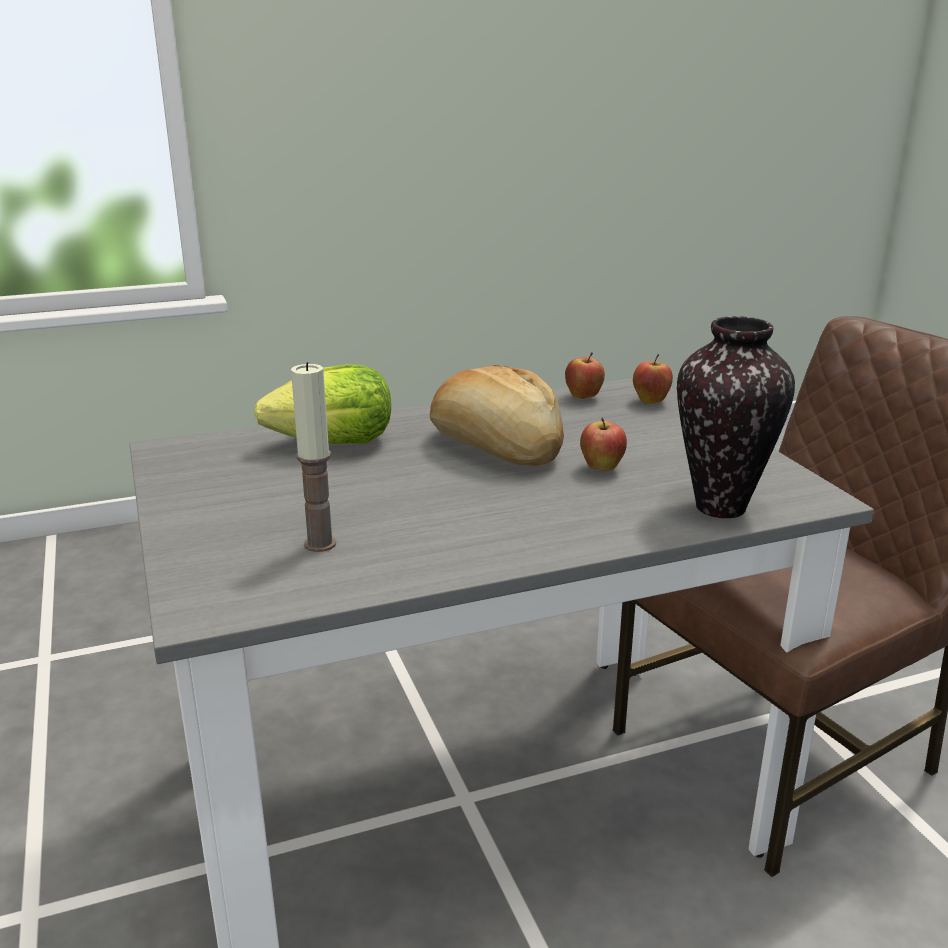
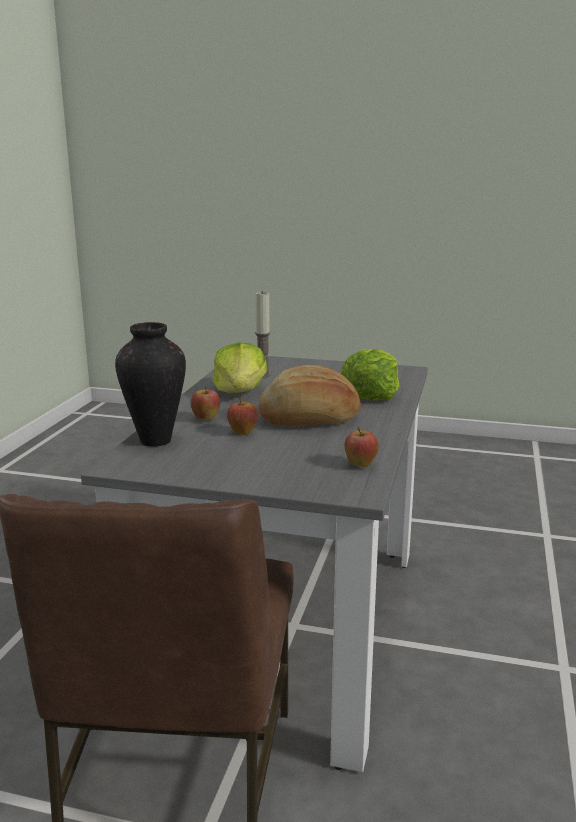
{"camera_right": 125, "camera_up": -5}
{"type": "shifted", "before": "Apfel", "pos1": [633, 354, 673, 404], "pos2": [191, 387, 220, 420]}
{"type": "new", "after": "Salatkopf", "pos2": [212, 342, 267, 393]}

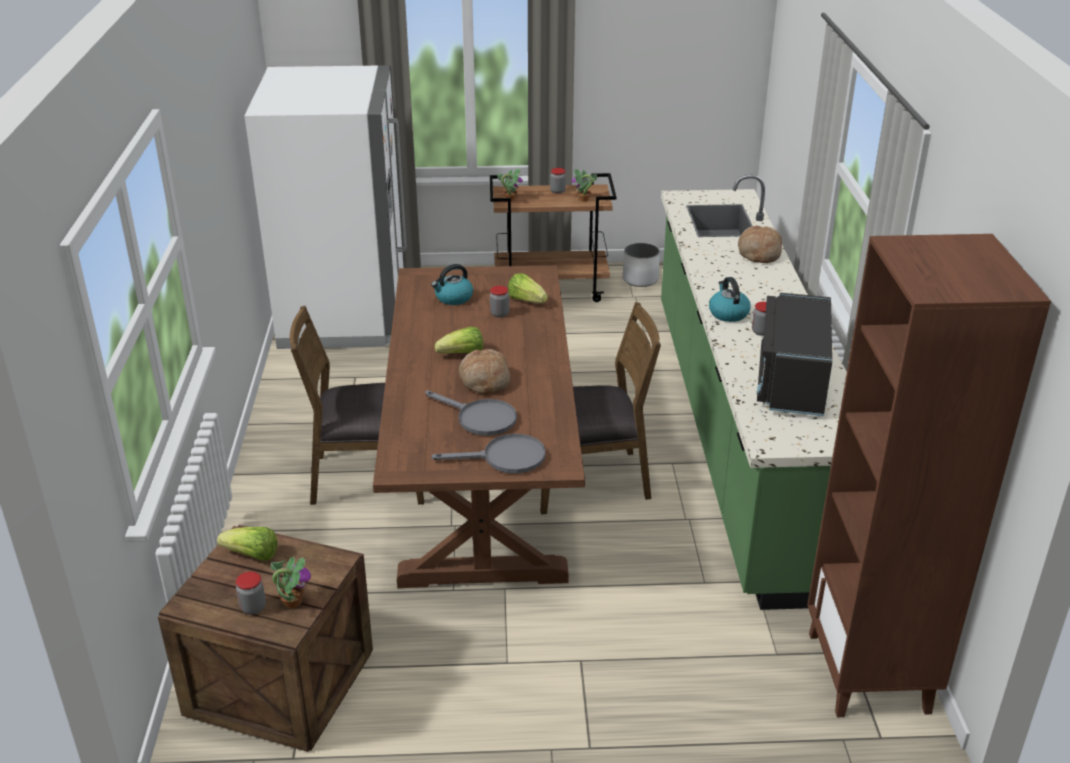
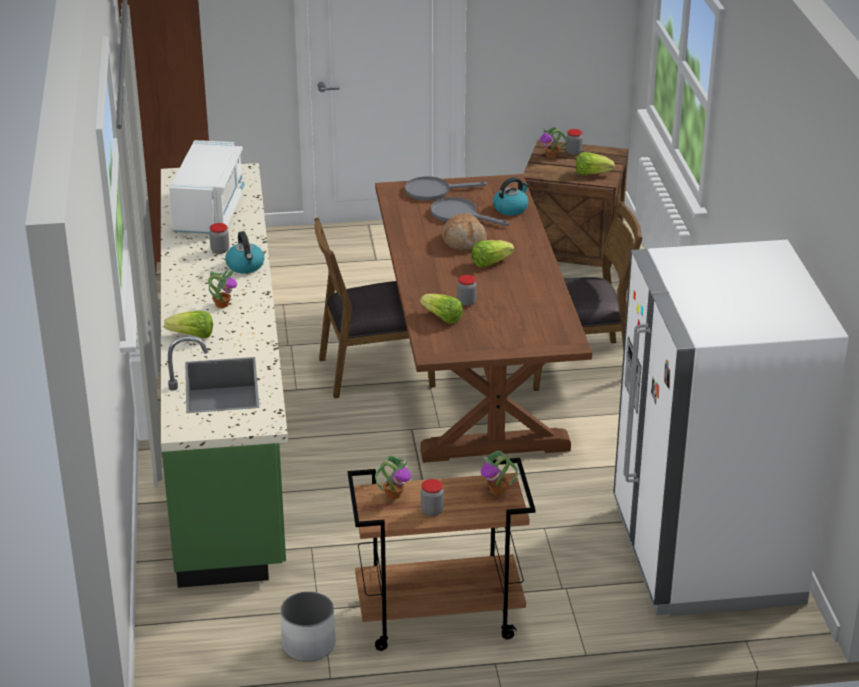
{"camera_right": 175, "camera_up": 0}
{"type": "swapped", "before": "Brot", "after": "Salatkopf", "pos1": [738, 225, 782, 263], "pos2": [164, 311, 213, 338]}
{"type": "repainted", "before": "Mikrowelle [schwarz]", "after": "Mikrowelle [weiß]", "pos1": [756, 293, 832, 416], "pos2": [169, 140, 245, 234]}
{"type": "new", "after": "Topfpflanze", "pos2": [208, 269, 237, 308]}
{"type": "shifted", "before": "Wasserkessel", "pos1": [431, 264, 473, 305], "pos2": [493, 177, 529, 215]}

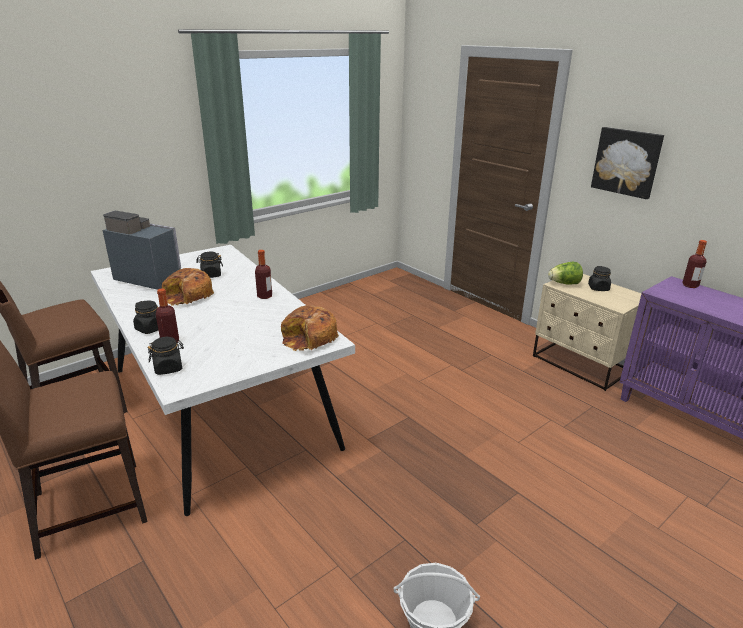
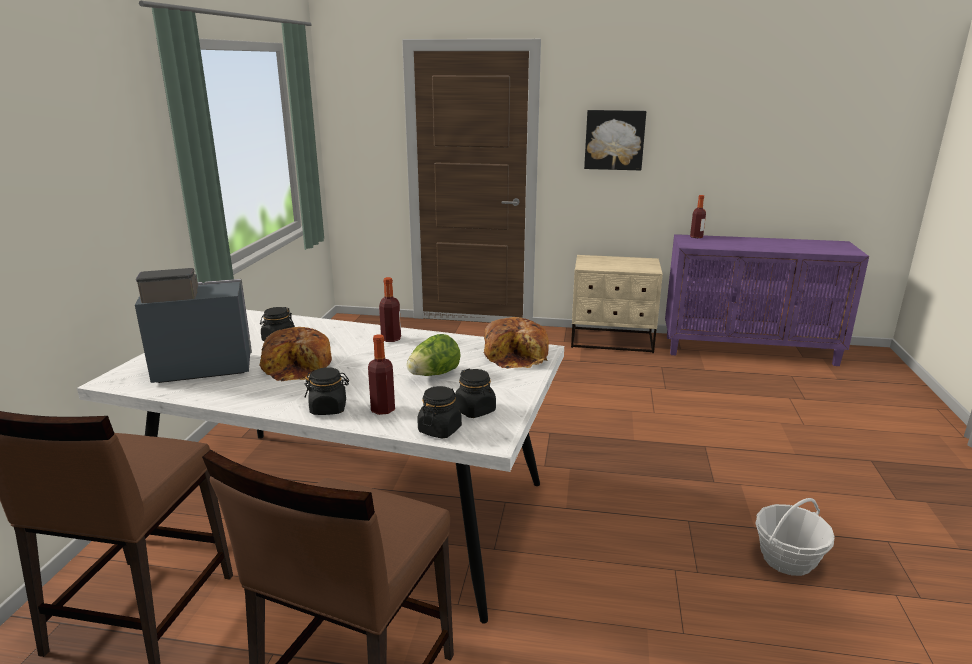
{"camera_right": -40, "camera_up": -5}
{"type": "shifted", "before": "Salatkopf", "pos1": [548, 262, 583, 285], "pos2": [407, 334, 461, 376]}
{"type": "shifted", "before": "Vorratsglas [schwarz]", "pos1": [588, 266, 611, 291], "pos2": [455, 369, 496, 418]}

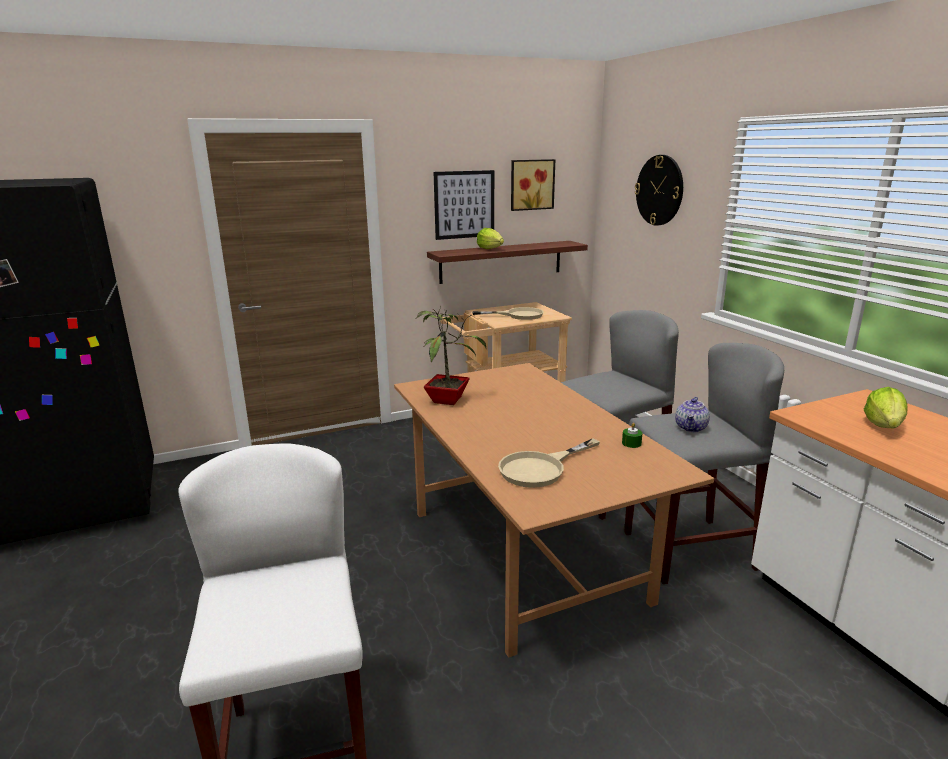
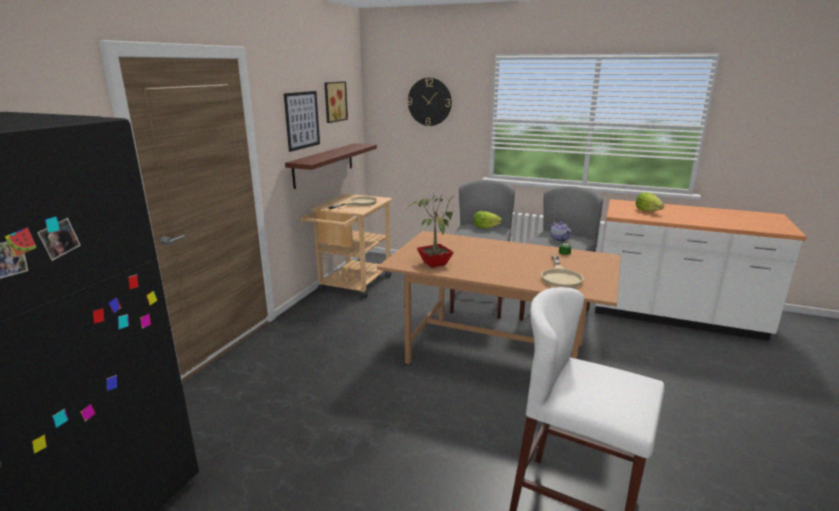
{"camera_right": -45, "camera_up": 0}
{"type": "shifted", "before": "Salatkopf", "pos1": [477, 228, 504, 249], "pos2": [473, 211, 502, 229]}

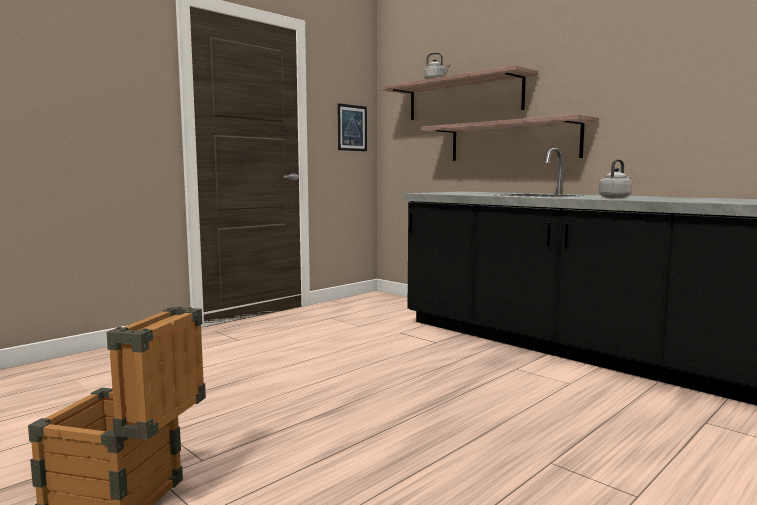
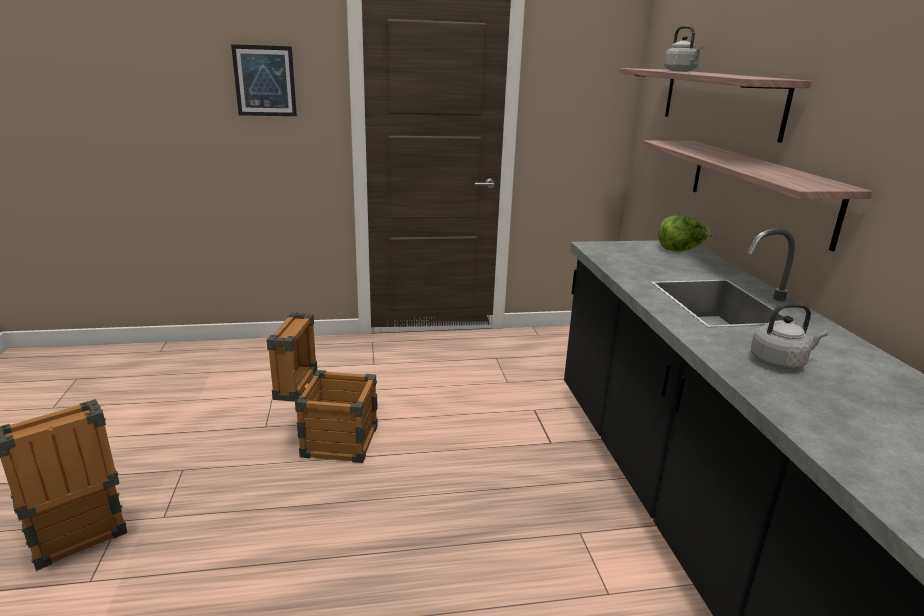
{"camera_right": 35, "camera_up": 15}
{"type": "shifted", "before": "Bild", "pos1": [337, 103, 367, 151], "pos2": [231, 44, 297, 116]}
{"type": "new", "after": "Kiste", "pos2": [267, 312, 378, 463]}
{"type": "new", "after": "Salatkopf", "pos2": [658, 215, 713, 252]}

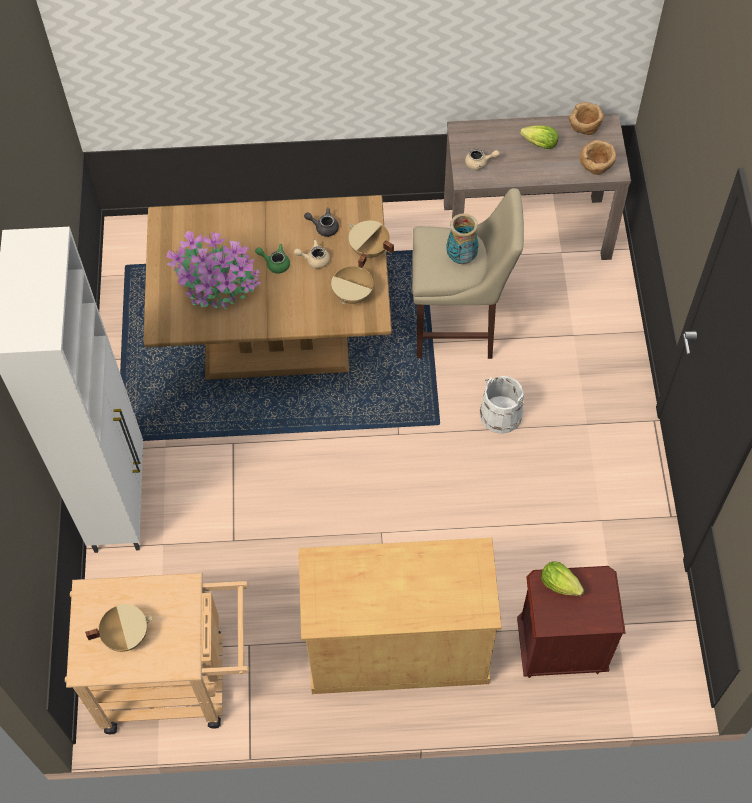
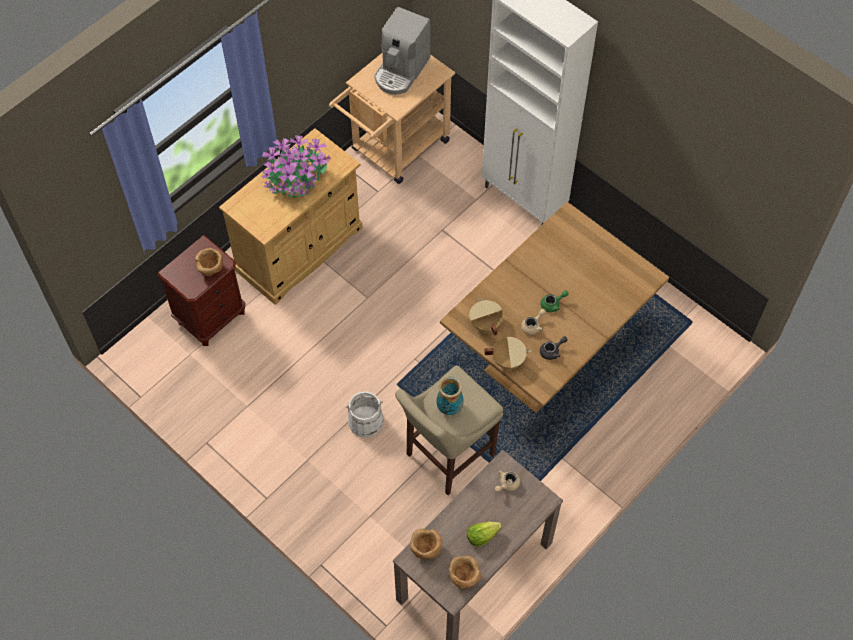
{"camera_right": 135, "camera_up": 0}
{"type": "swapped", "before": "Salatkopf", "after": "Schüssel [braun]", "pos1": [541, 561, 584, 596], "pos2": [195, 248, 223, 276]}
{"type": "shifted", "before": "Topfpflanze", "pos1": [166, 231, 261, 309], "pos2": [261, 133, 331, 198]}
{"type": "swapped", "before": "Kochtopf [beige]", "after": "Kaffeemaschine", "pos1": [85, 604, 153, 652], "pos2": [374, 7, 431, 95]}

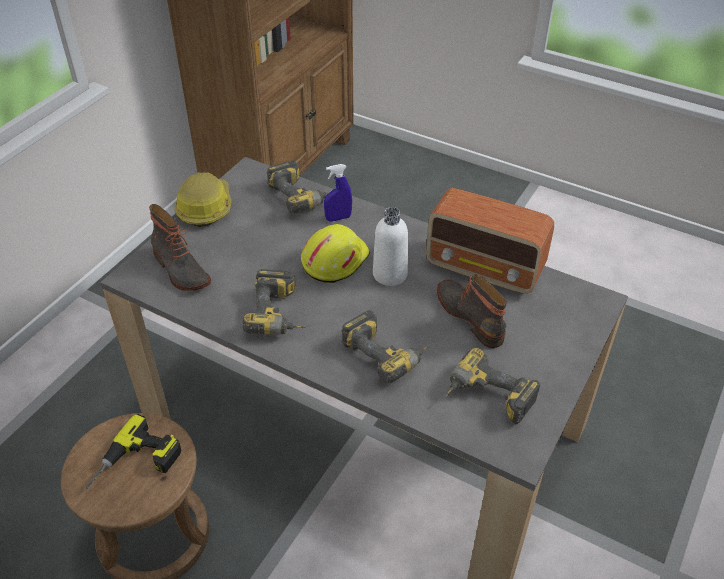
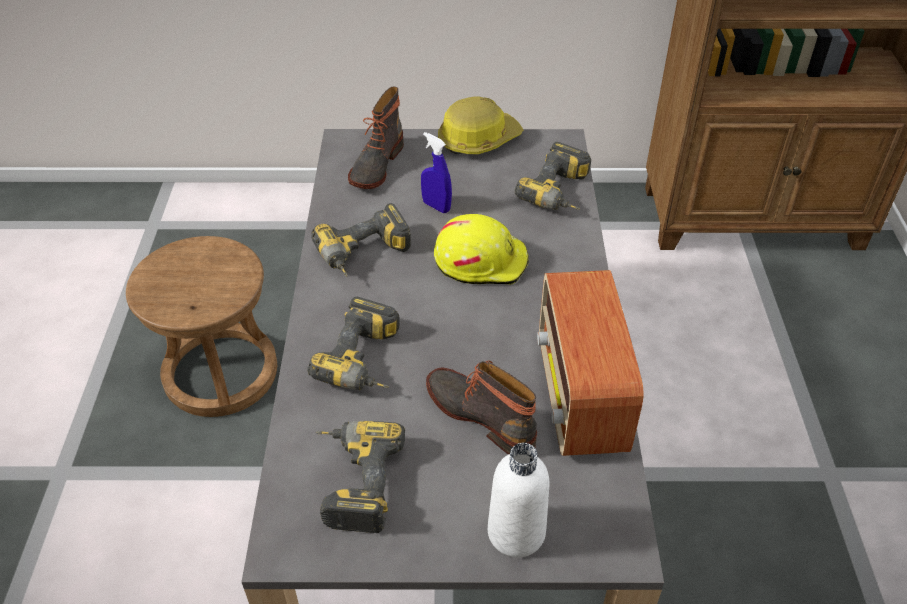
{"camera_right": 60, "camera_up": 0}
{"type": "shifted", "before": "Sprühflasche [blau]", "pos1": [324, 164, 352, 222], "pos2": [421, 132, 452, 213]}
{"type": "rotated", "before": "Stiefel", "pos1": [437, 275, 507, 348], "pos2": [426, 360, 537, 455], "turn": -75}
{"type": "shifted", "before": "Flasche [weiß]", "pos1": [373, 207, 408, 286], "pos2": [488, 443, 550, 558]}
{"type": "gone", "before": "Bohrmaschine", "pos1": [85, 414, 181, 489]}

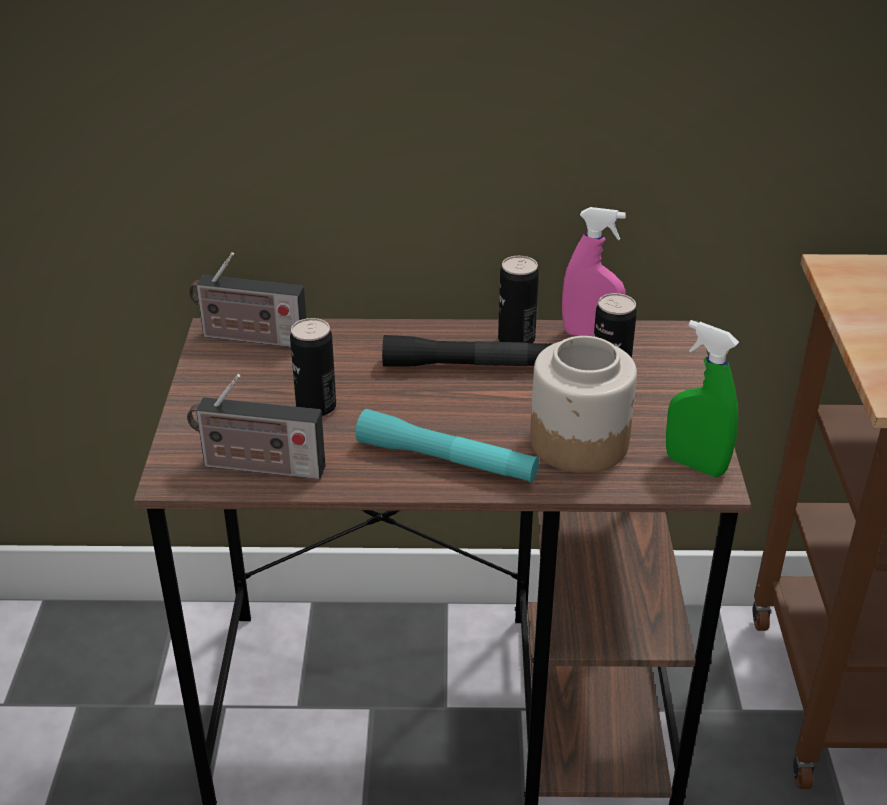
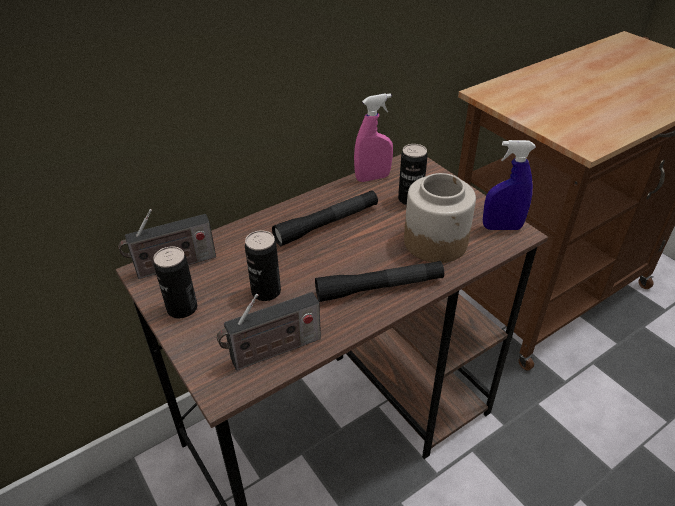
{"camera_right": -35, "camera_up": 5}
{"type": "shifted", "before": "Dose", "pos1": [498, 256, 539, 343], "pos2": [153, 246, 198, 318]}
{"type": "repainted", "before": "Taschenlampe [türkis]", "after": "Taschenlampe [schwarz]", "pos1": [355, 409, 539, 483], "pos2": [315, 261, 444, 302]}
{"type": "repainted", "before": "Sprühflasche [grün]", "after": "Sprühflasche [blau]", "pos1": [666, 320, 739, 477], "pos2": [483, 140, 536, 230]}

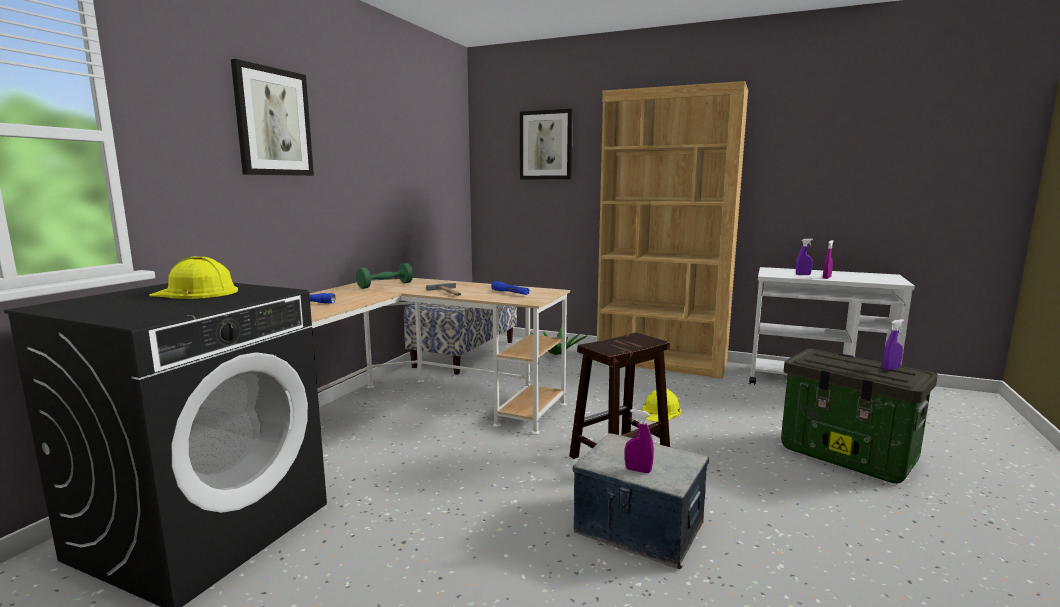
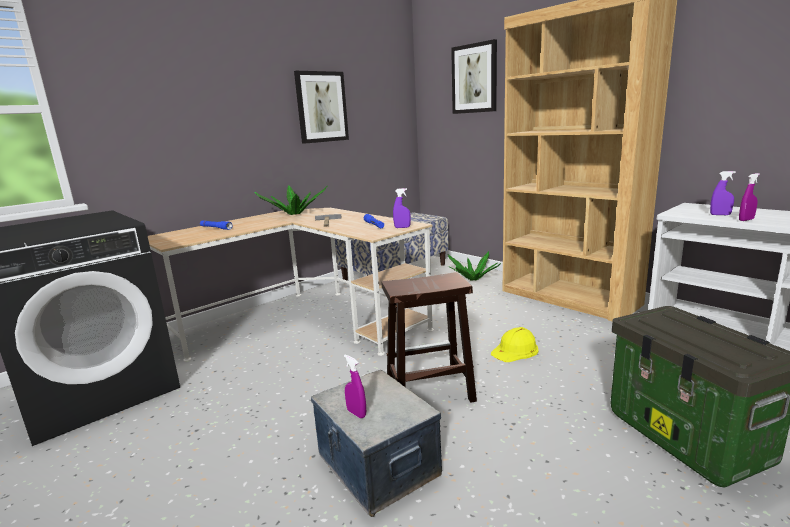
{"camera_right": 25, "camera_up": 5}
{"type": "swapped", "before": "Hantel [grün]", "after": "Topfpflanze", "pos1": [356, 263, 413, 289], "pos2": [255, 186, 327, 215]}
{"type": "shifted", "before": "Bild", "pos1": [231, 59, 314, 176], "pos2": [294, 71, 349, 144]}
{"type": "shifted", "before": "Sprühflasche [lila]", "pos1": [882, 319, 905, 370], "pos2": [393, 188, 411, 228]}
{"type": "gone", "before": "Schutzhelm [gelb]", "pos1": [149, 257, 238, 299]}

